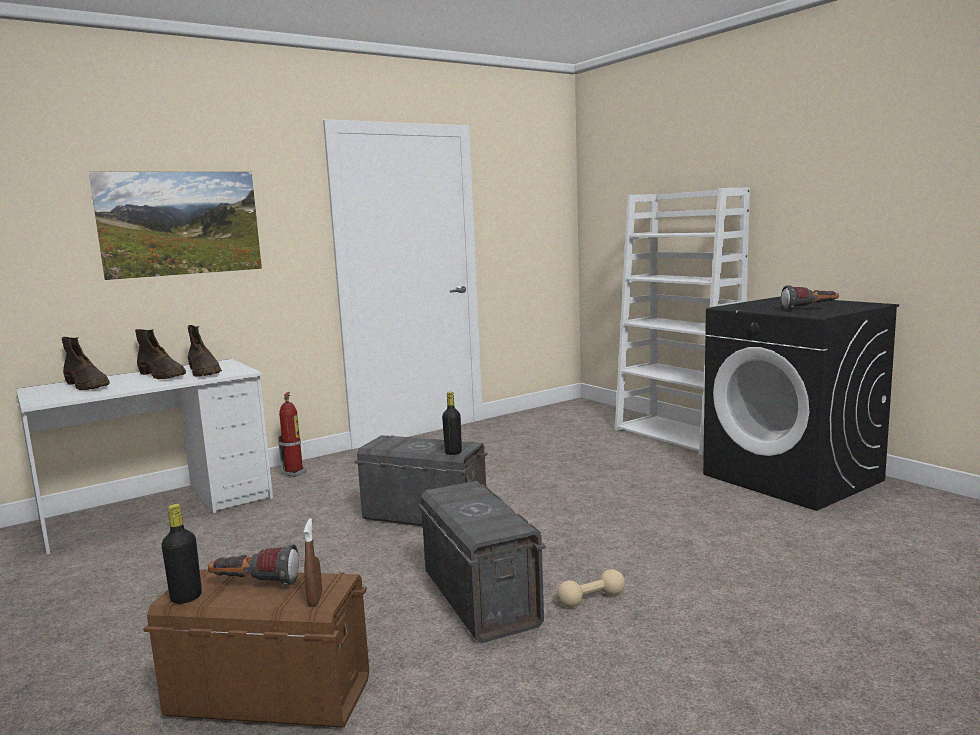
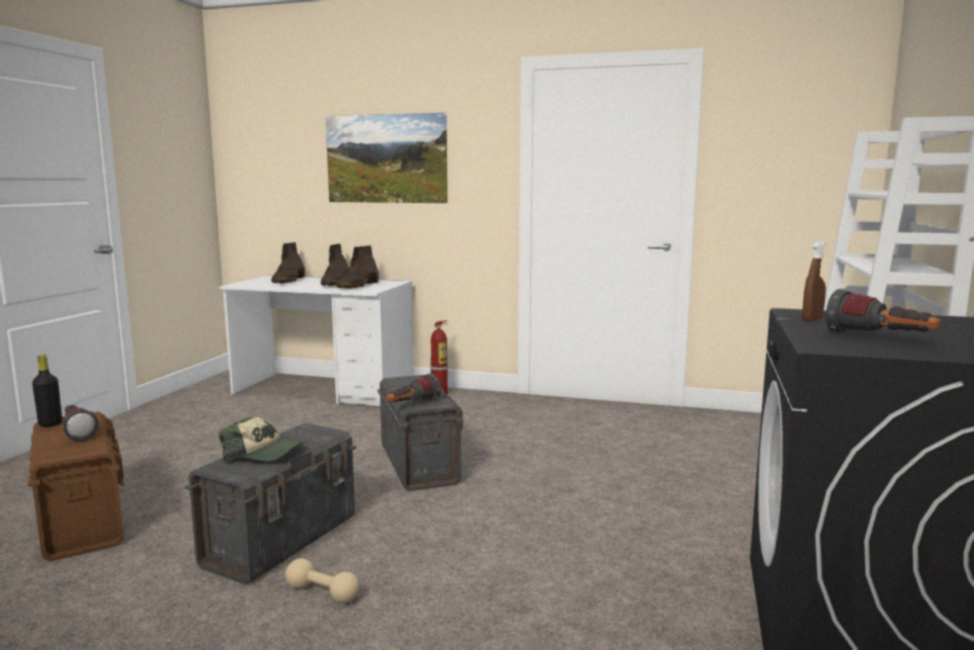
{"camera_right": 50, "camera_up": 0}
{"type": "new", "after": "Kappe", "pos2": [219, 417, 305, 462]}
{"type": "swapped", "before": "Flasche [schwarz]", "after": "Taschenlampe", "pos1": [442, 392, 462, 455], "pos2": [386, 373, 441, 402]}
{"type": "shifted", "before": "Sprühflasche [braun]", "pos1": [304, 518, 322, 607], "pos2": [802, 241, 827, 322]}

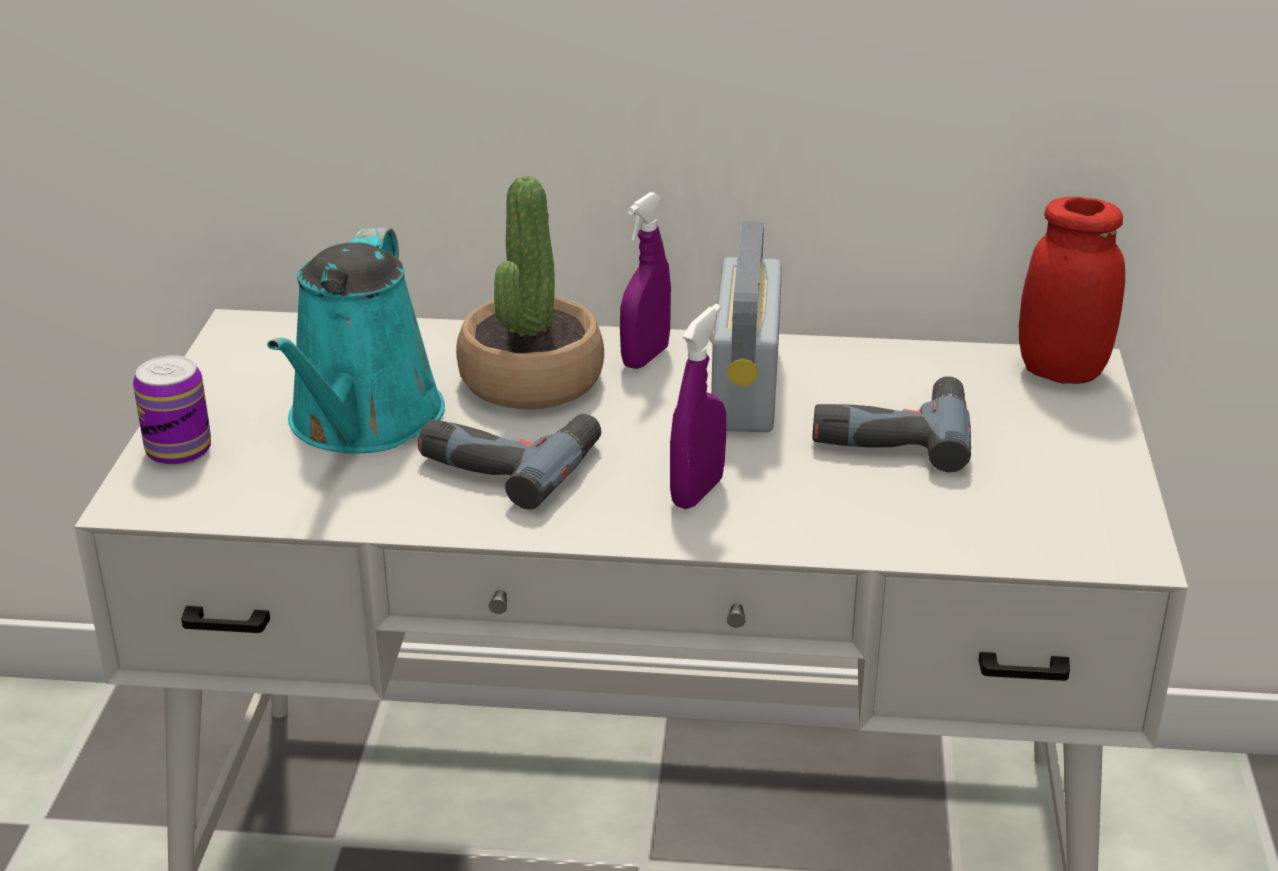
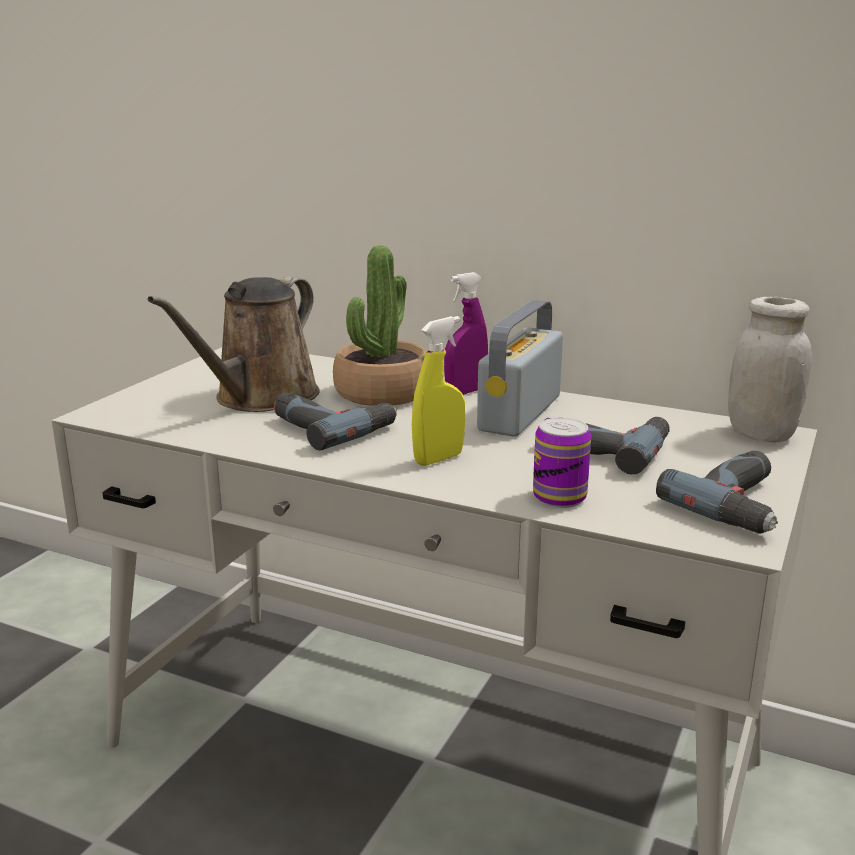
{"camera_right": 20, "camera_up": -10}
{"type": "repainted", "before": "Gießkanne [türkis]", "after": "Gießkanne [braun]", "pos1": [267, 227, 445, 453], "pos2": [147, 277, 320, 412]}
{"type": "repainted", "before": "Sprühflasche [lila]", "after": "Sprühflasche [gelb]", "pos1": [670, 304, 726, 509], "pos2": [412, 316, 465, 466]}
{"type": "shifted", "before": "Dose", "pos1": [133, 355, 211, 466], "pos2": [533, 418, 591, 508]}
{"type": "new", "after": "Bohrmaschine", "pos2": [656, 451, 778, 534]}
{"type": "repainted", "before": "Vorratsglas [rot]", "after": "Vorratsglas [weiß]", "pos1": [1019, 196, 1125, 384], "pos2": [728, 297, 812, 443]}

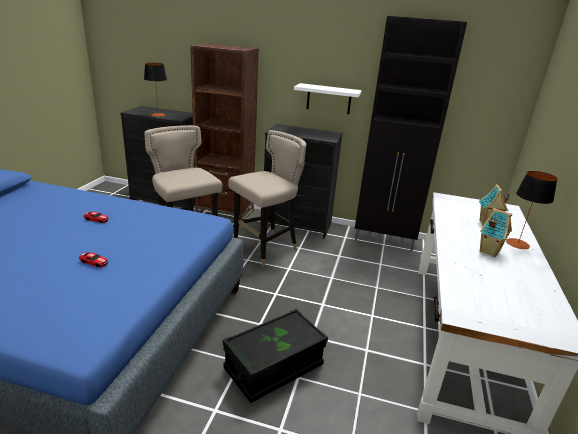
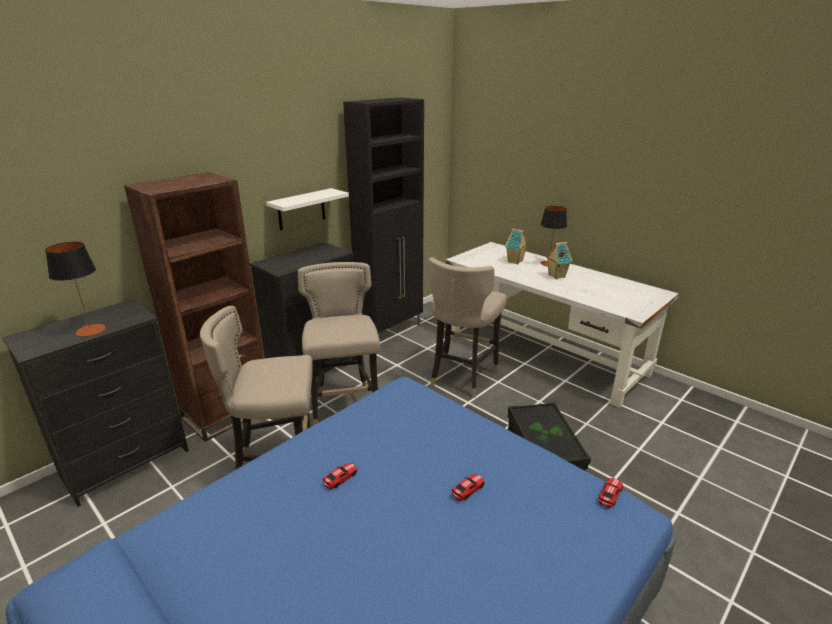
{"camera_right": -60, "camera_up": 0}
{"type": "new", "after": "Hocker [beige]", "pos2": [428, 257, 507, 398]}
{"type": "new", "after": "Spielzeugauto", "pos2": [599, 478, 623, 508]}

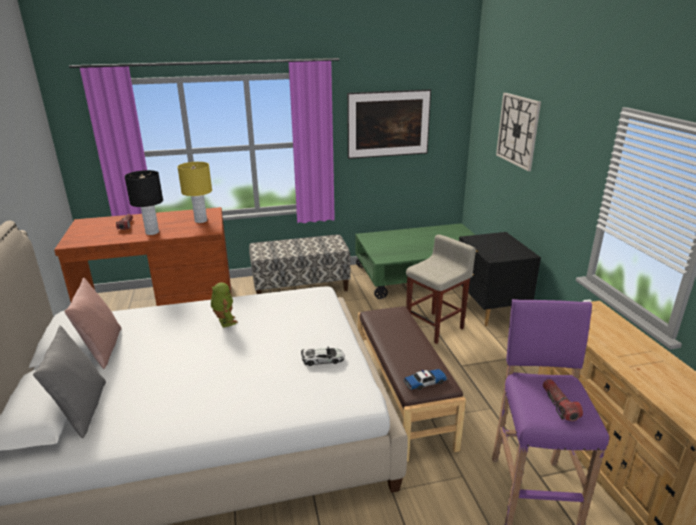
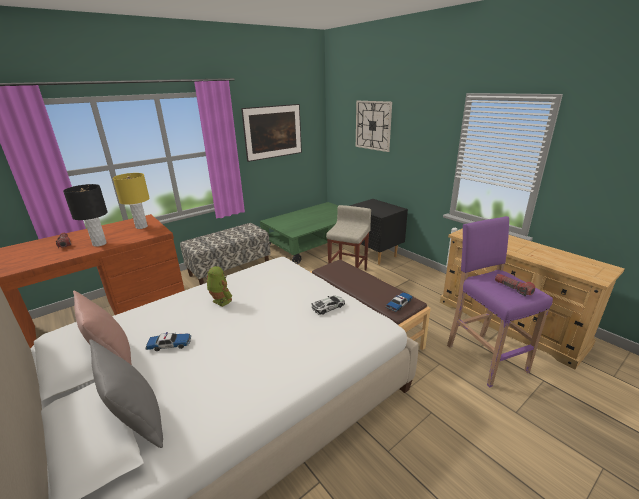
{"camera_right": -25, "camera_up": 0}
{"type": "new", "after": "Spielzeugauto", "pos2": [145, 332, 191, 351]}

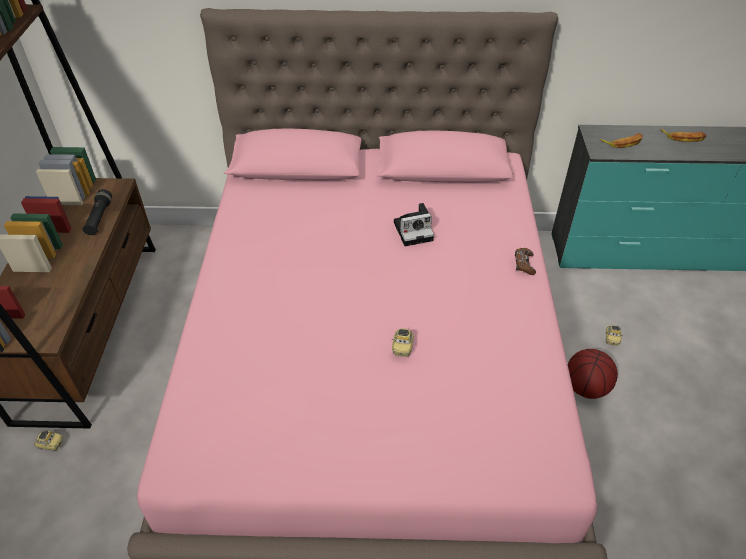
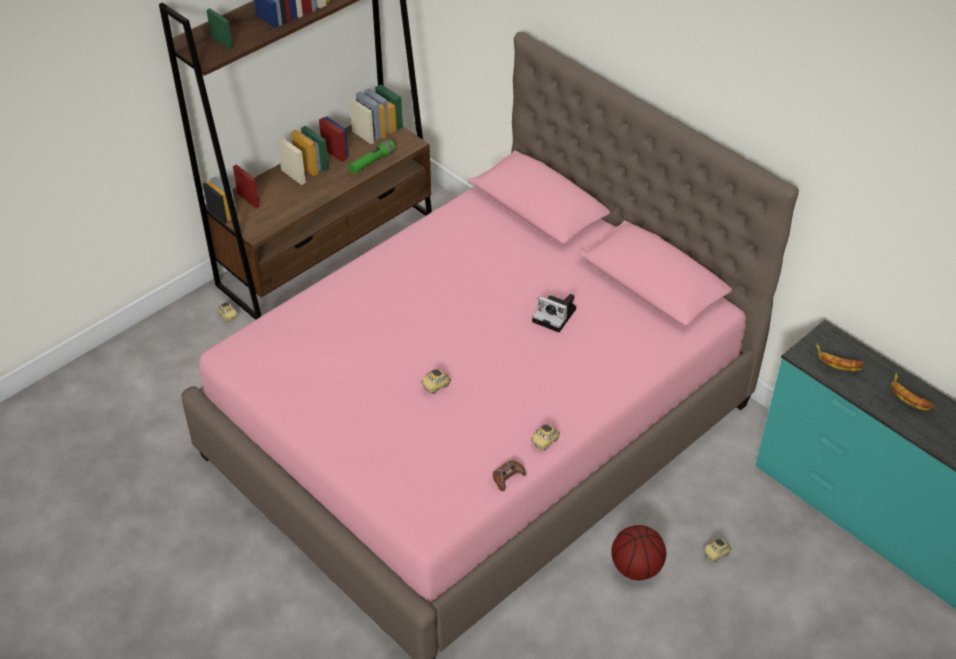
{"camera_right": 45, "camera_up": 0}
{"type": "repainted", "before": "Taschenlampe [schwarz]", "after": "Taschenlampe [grün]", "pos1": [83, 189, 112, 235], "pos2": [348, 139, 395, 174]}
{"type": "shifted", "before": "Gamepad [braun]", "pos1": [515, 248, 536, 275], "pos2": [492, 460, 526, 491]}
{"type": "new", "after": "Spielzeugauto", "pos2": [531, 424, 560, 450]}

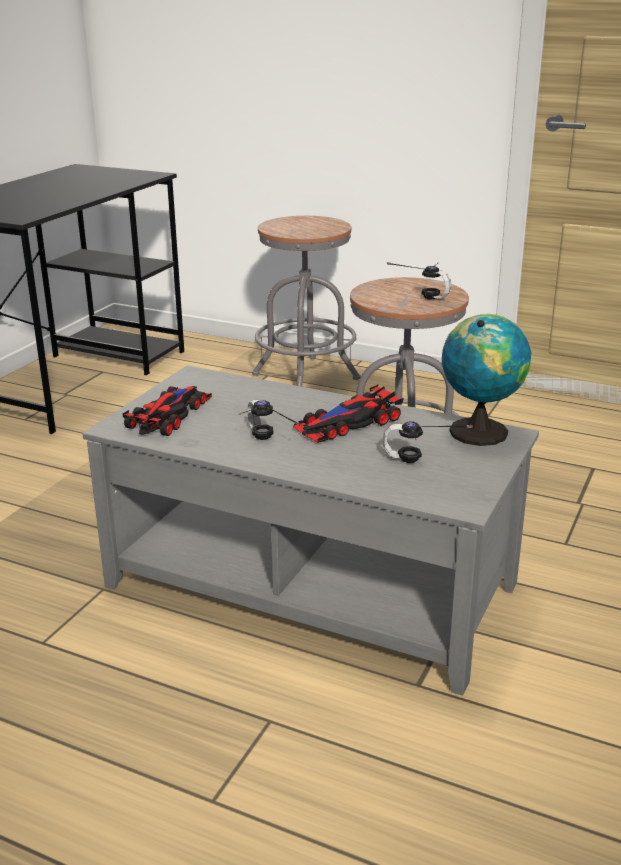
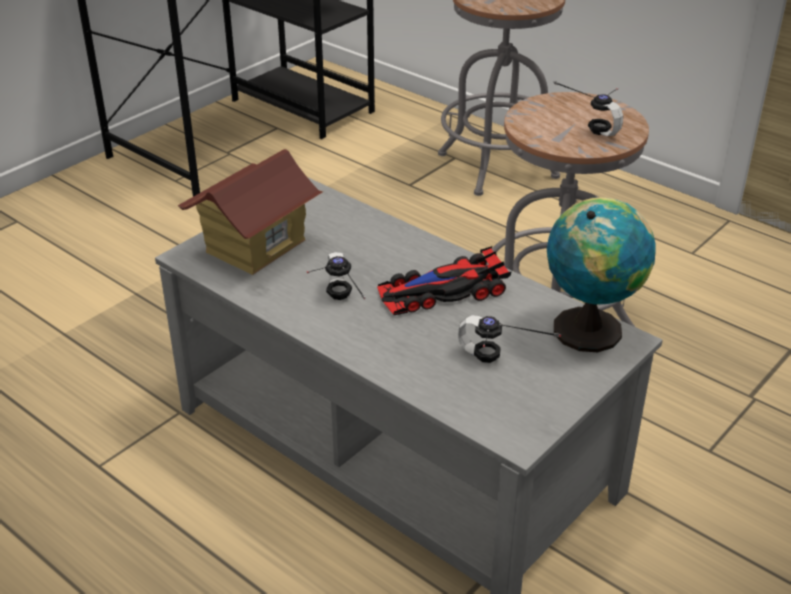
{"camera_right": 15, "camera_up": 10}
{"type": "swapped", "before": "Spielzeugauto", "after": "Spielzeughaus", "pos1": [122, 386, 212, 436], "pos2": [178, 149, 323, 275]}

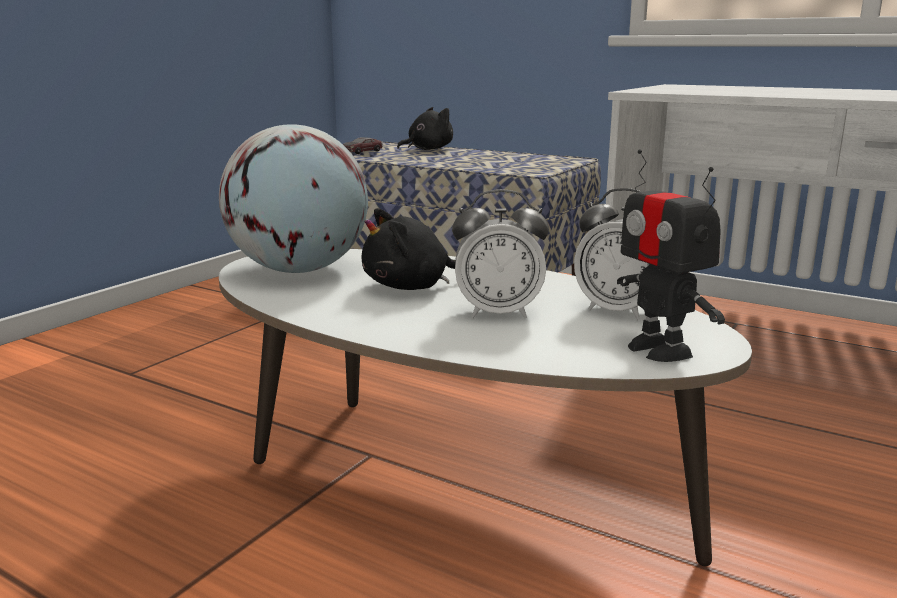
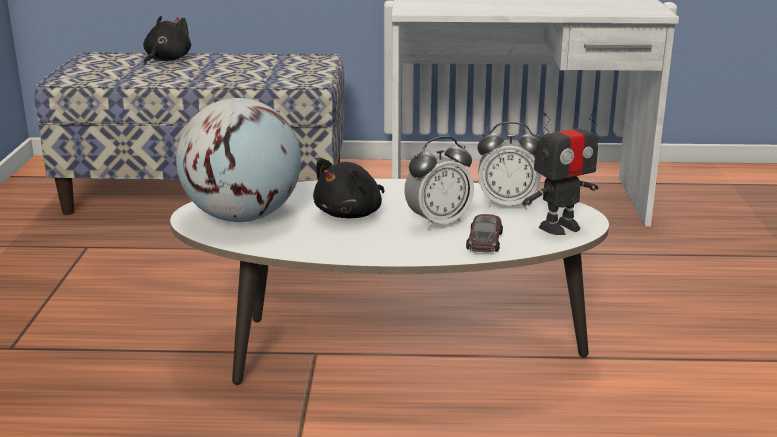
{"camera_right": -30, "camera_up": 5}
{"type": "shifted", "before": "Spielzeugauto", "pos1": [343, 137, 382, 154], "pos2": [466, 214, 503, 253]}
{"type": "rotated", "before": "Spielzeugroboter", "pos1": [617, 149, 725, 362], "pos2": [523, 107, 599, 235], "turn": -60}

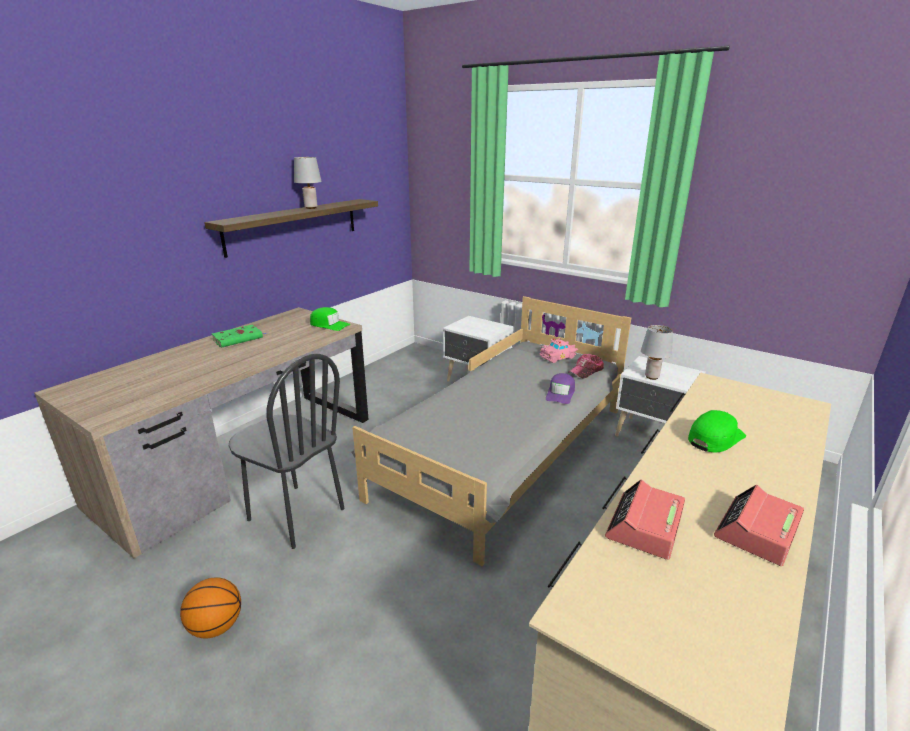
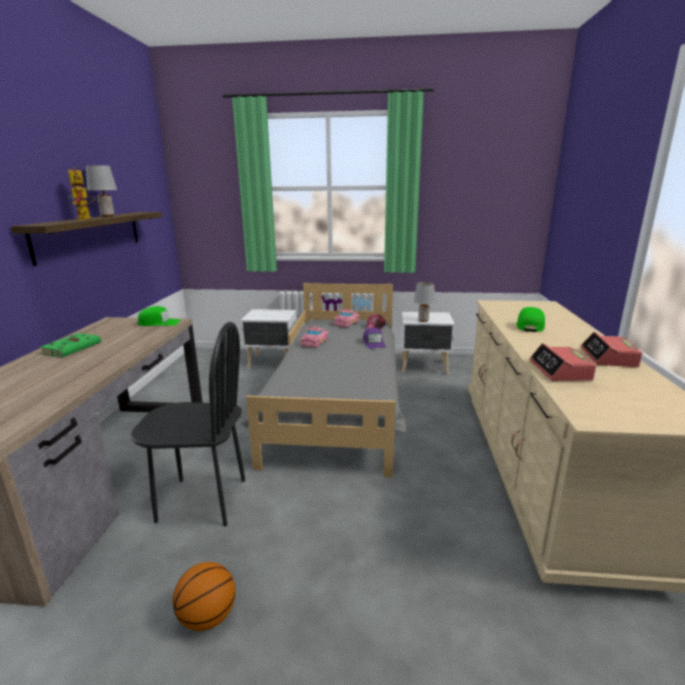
{"camera_right": -30, "camera_up": -5}
{"type": "new", "after": "Spielzeugroboter", "pos2": [68, 167, 96, 220]}
{"type": "new", "after": "Spielzeugauto [rosa]", "pos2": [300, 325, 328, 348]}

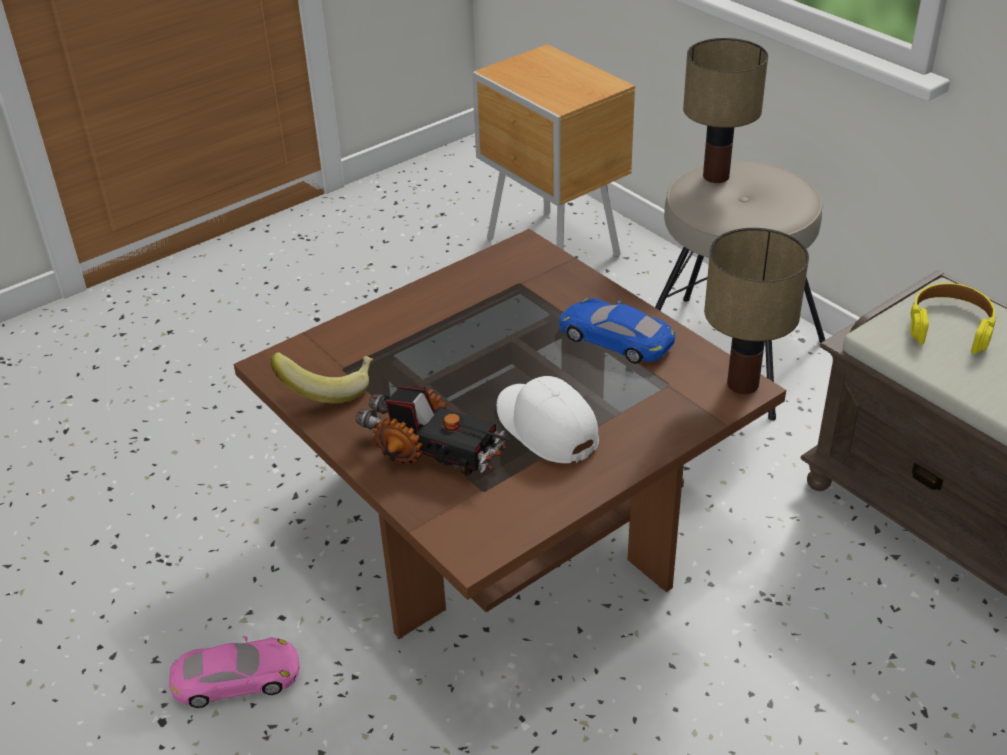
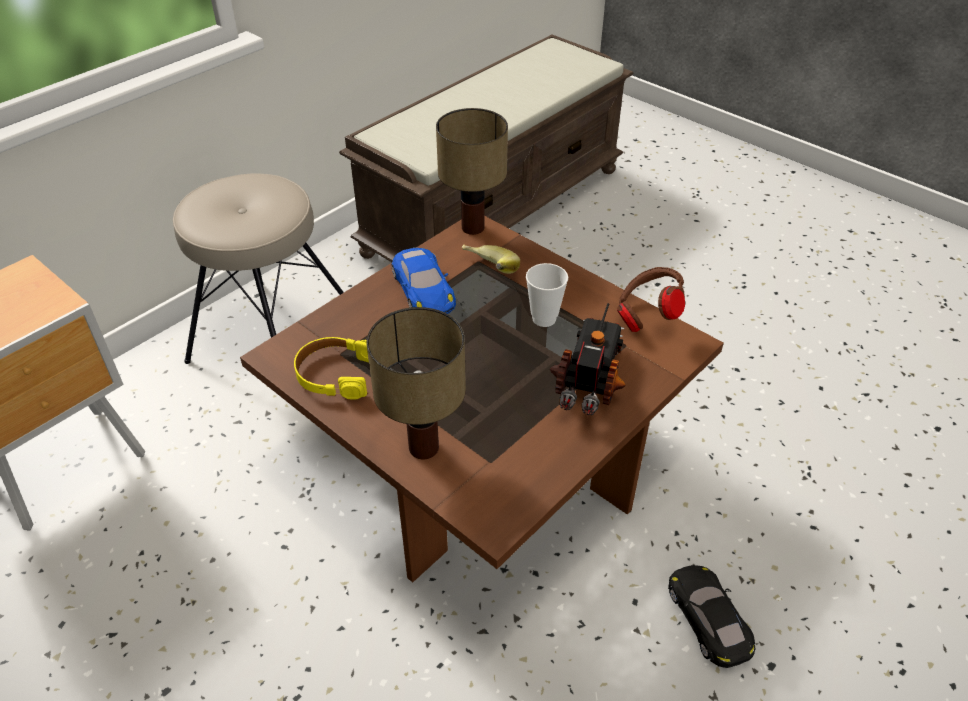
{"camera_right": -100, "camera_up": 5}
{"type": "shifted", "before": "Kopfhörer [gelb]", "pos1": [910, 283, 996, 354], "pos2": [294, 337, 369, 400]}
{"type": "shifted", "before": "Tischlampe", "pos1": [683, 38, 768, 183], "pos2": [366, 307, 466, 459]}
{"type": "rotated", "before": "Spielzeugauto [blau]", "pos1": [559, 298, 675, 364], "pos2": [391, 248, 456, 314], "turn": -45}
{"type": "shifted", "before": "Banane", "pos1": [271, 352, 374, 403], "pos2": [462, 245, 520, 274]}
{"type": "swapped", "before": "Kappe [weiß]", "after": "Tasse", "pos1": [497, 376, 599, 463], "pos2": [526, 263, 568, 327]}
{"type": "new", "after": "Kopfhörer [braun]", "pos2": [617, 267, 685, 332]}
{"type": "repainted", "before": "Spielzeugauto [rosa]", "after": "Spielzeugauto [schwarz]", "pos1": [169, 636, 300, 708], "pos2": [668, 565, 755, 668]}

